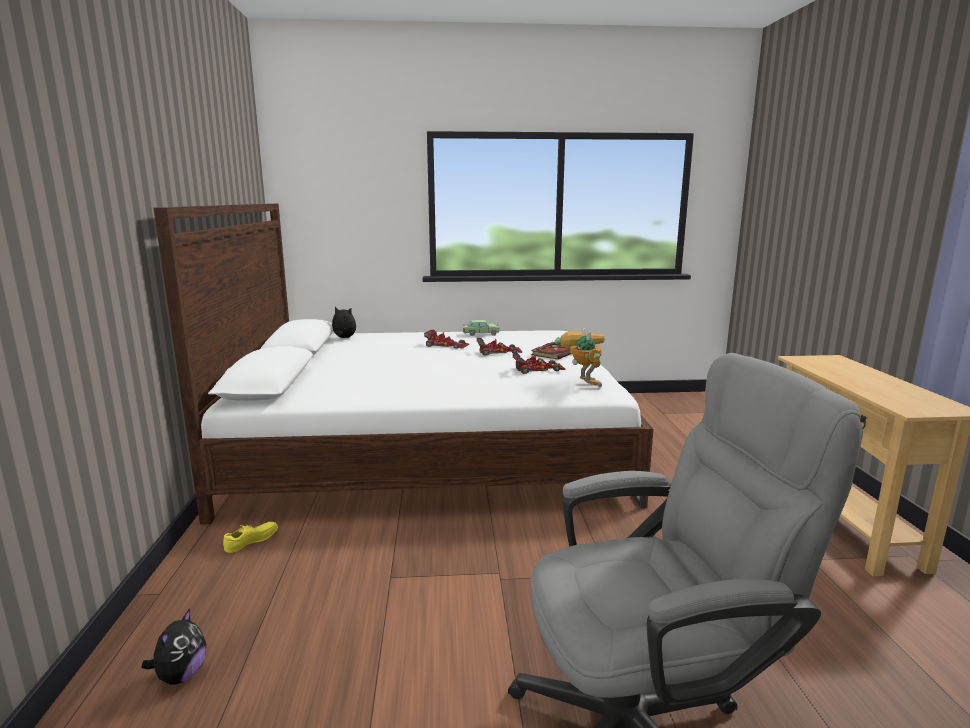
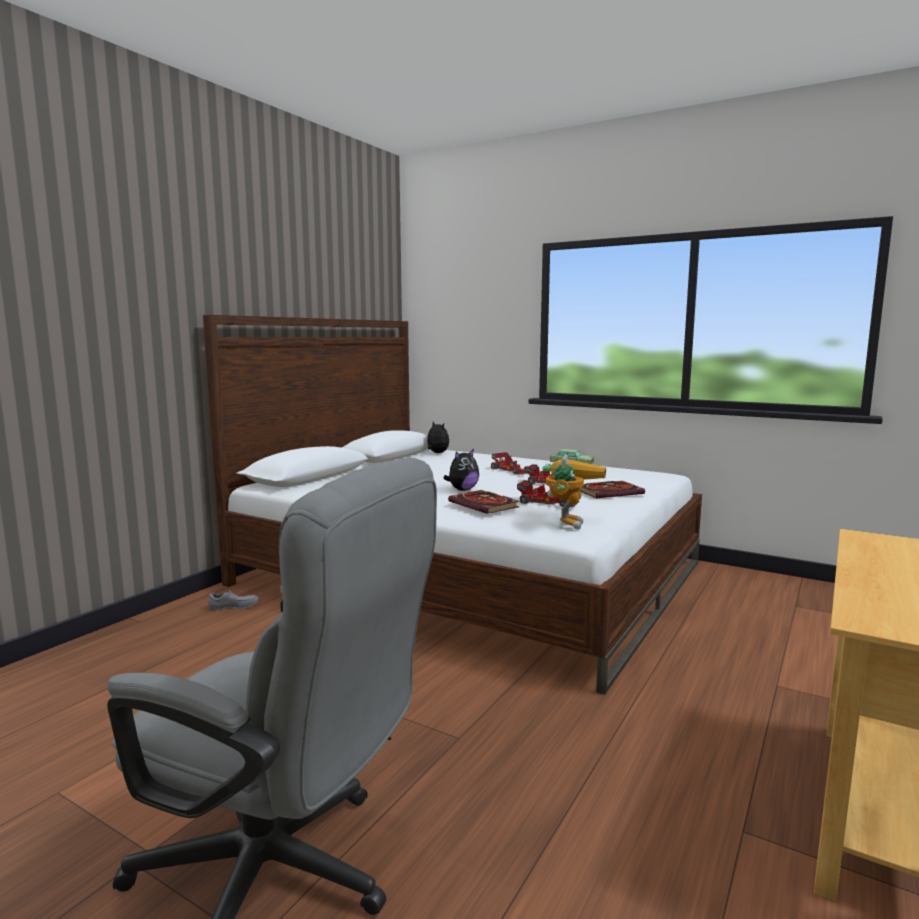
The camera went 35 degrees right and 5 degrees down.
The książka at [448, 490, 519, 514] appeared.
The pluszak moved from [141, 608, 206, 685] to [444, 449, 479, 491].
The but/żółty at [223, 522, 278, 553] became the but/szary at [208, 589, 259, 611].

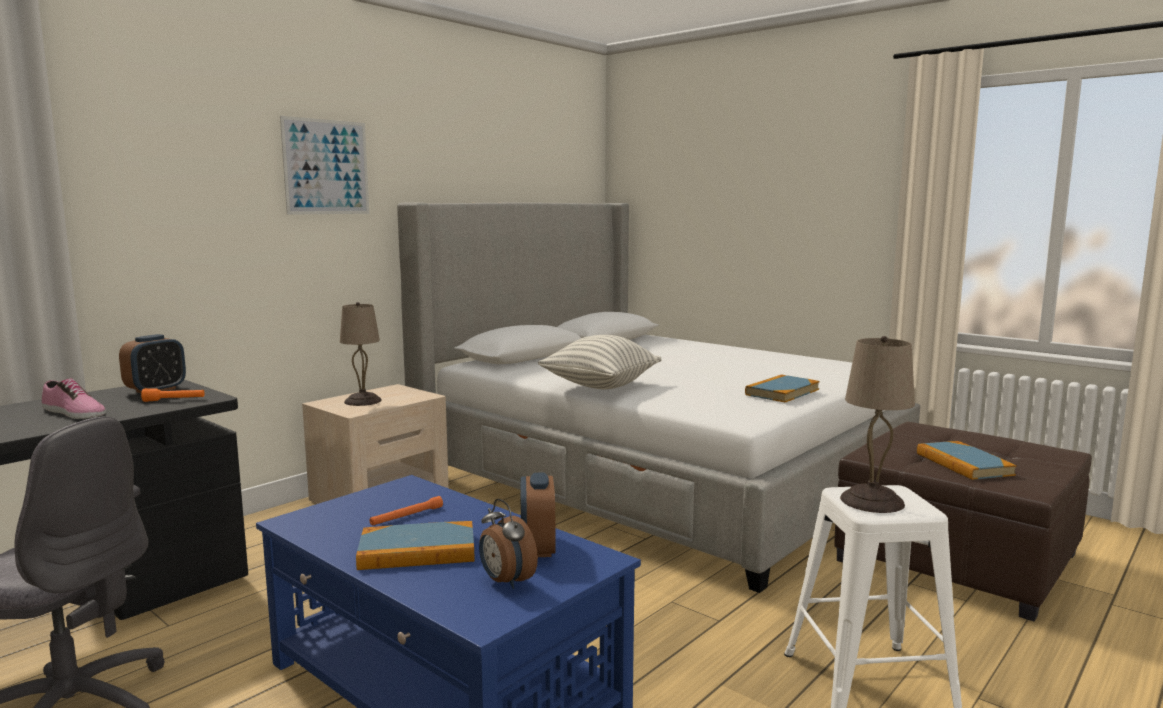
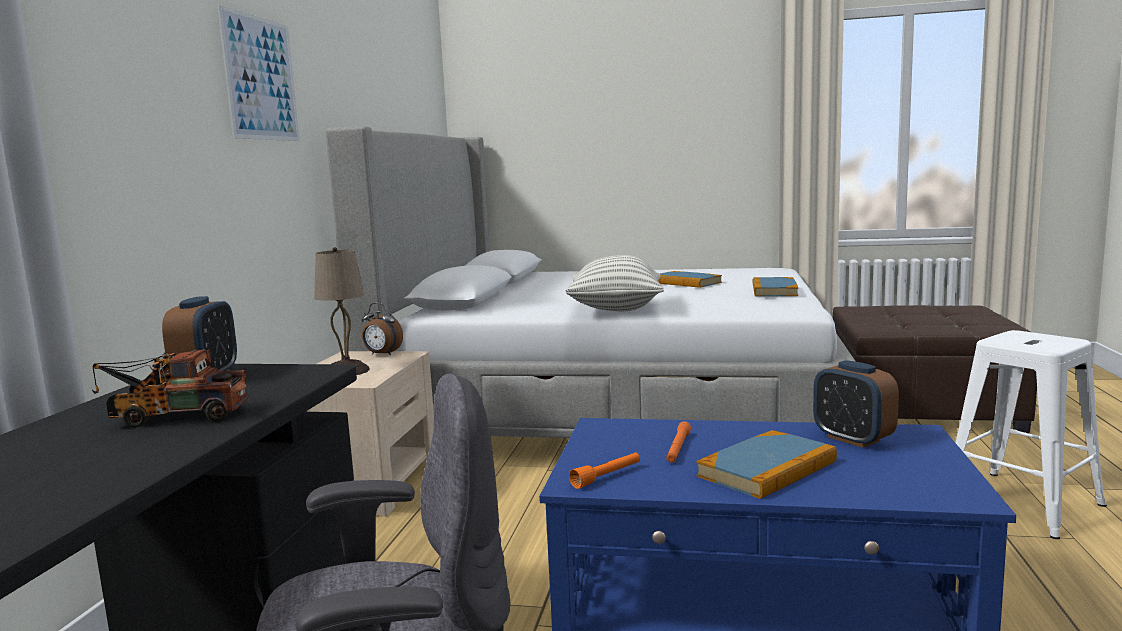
The camera went 30 degrees left and 0 degrees up.
The lampa stołowa/beżowy at [840, 336, 915, 513] disappeared.
The latarka/pomarańczowy moved from [141, 388, 205, 402] to [569, 452, 640, 489].
The budzik moved from [479, 499, 538, 589] to [362, 303, 403, 355].
The książka moved from [917, 441, 1017, 480] to [658, 271, 722, 288].
The but at [41, 378, 106, 419] was replaced by the ciężarówka zabawkowa at [92, 349, 249, 428].

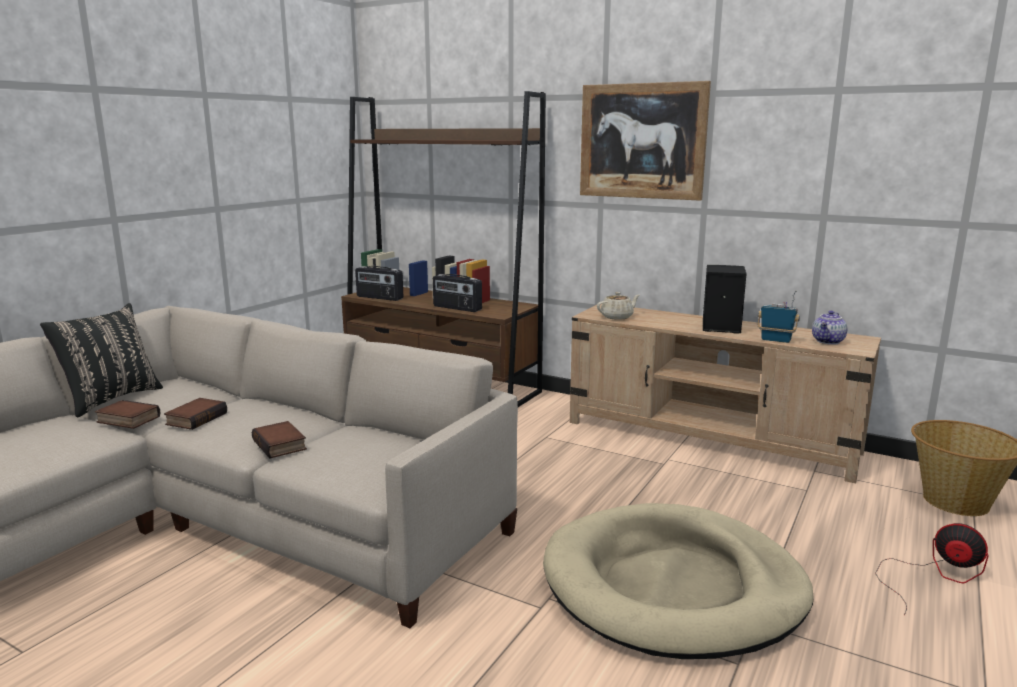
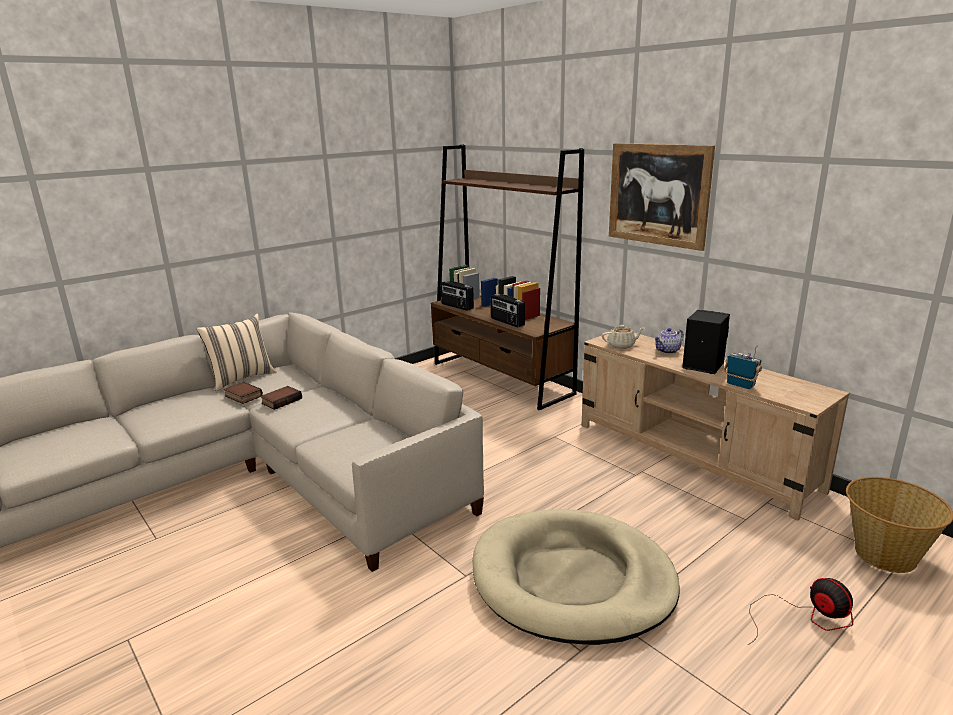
The camera went 20 degrees right and 5 degrees up.
The książka at [252, 421, 307, 459] disappeared.
The imbryk moved from [812, 311, 847, 345] to [654, 328, 684, 354].
The poduszka/czarny at [40, 303, 163, 418] became the poduszka/beżowy at [196, 314, 276, 391].

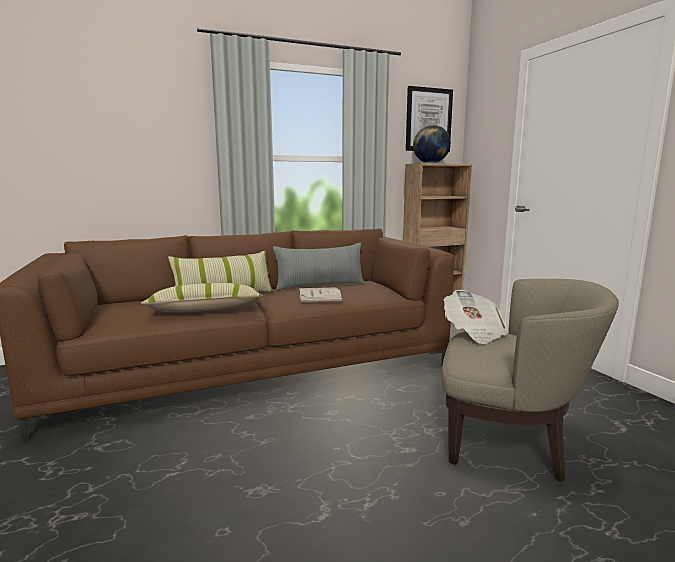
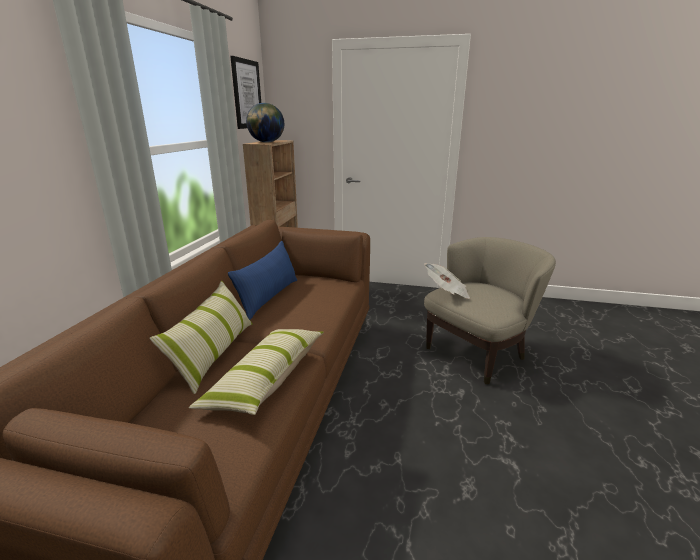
The camera went 55 degrees left and 10 degrees up.
The książka/biały at [299, 287, 343, 303] disappeared.
The poduszka/szary at [273, 243, 365, 290] became the poduszka/niebieski at [228, 241, 297, 320].

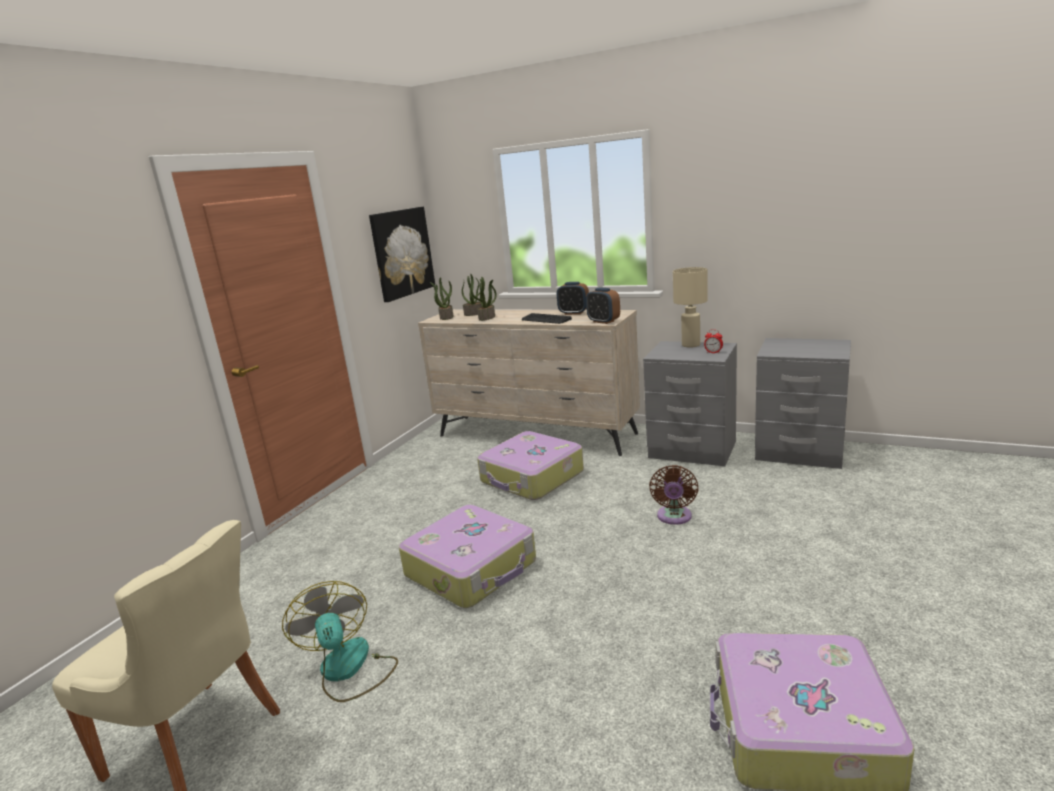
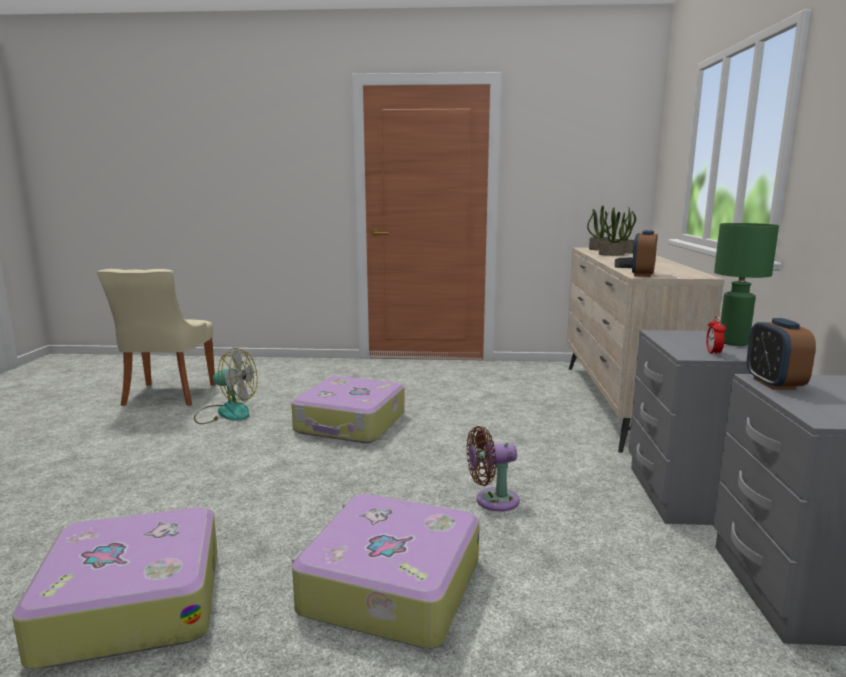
The camera went 65 degrees right and 5 degrees down.
The obraz at [369, 207, 435, 302] disappeared.
The walizka moved from [477, 431, 584, 500] to [292, 494, 479, 649].
The budzik moved from [557, 282, 589, 315] to [747, 318, 816, 390].
The lampa stołowa/beżowy at [673, 267, 708, 347] became the lampa stołowa/zielony at [714, 223, 779, 346].
The wentylator at [282, 581, 398, 702] turned 60 degrees clockwise.

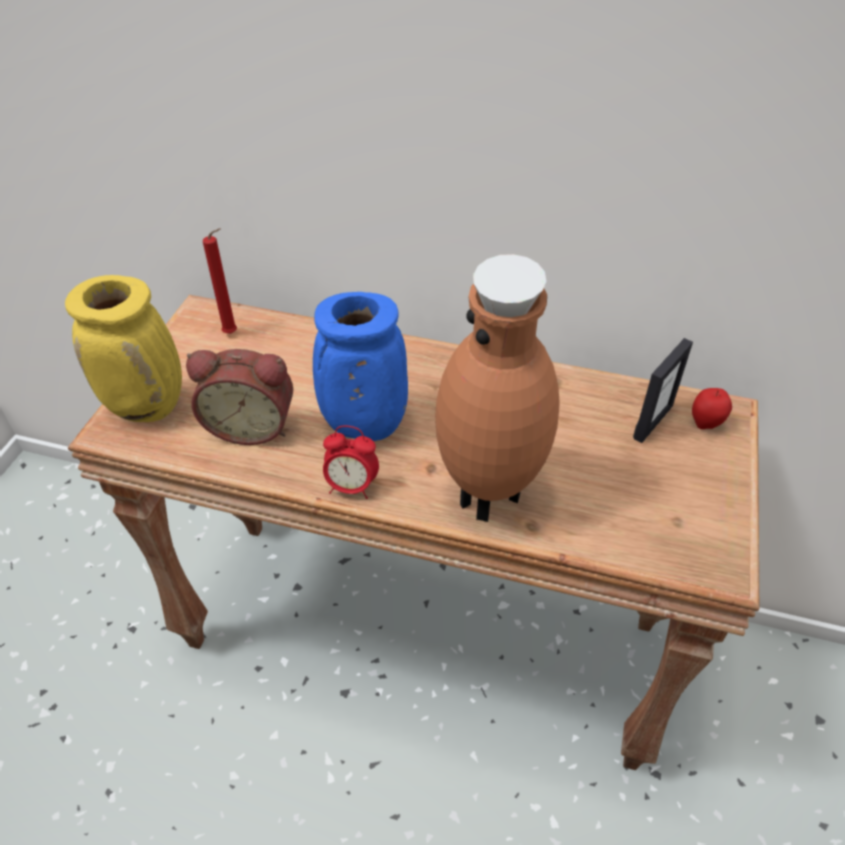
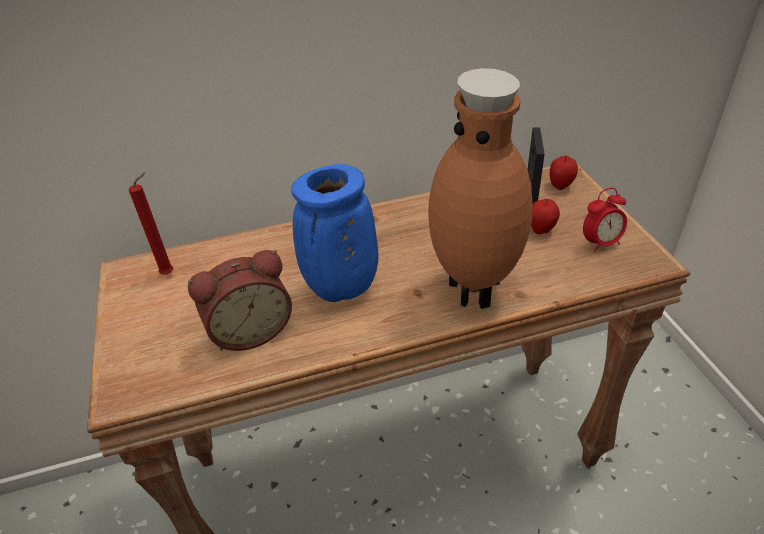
The camera went 30 degrees left and 5 degrees down.
The wazon/żółty at [65, 275, 182, 422] disappeared.
The jabłko at [531, 199, 560, 234] appeared.
The budzik moved from [323, 426, 379, 499] to [583, 188, 627, 253].

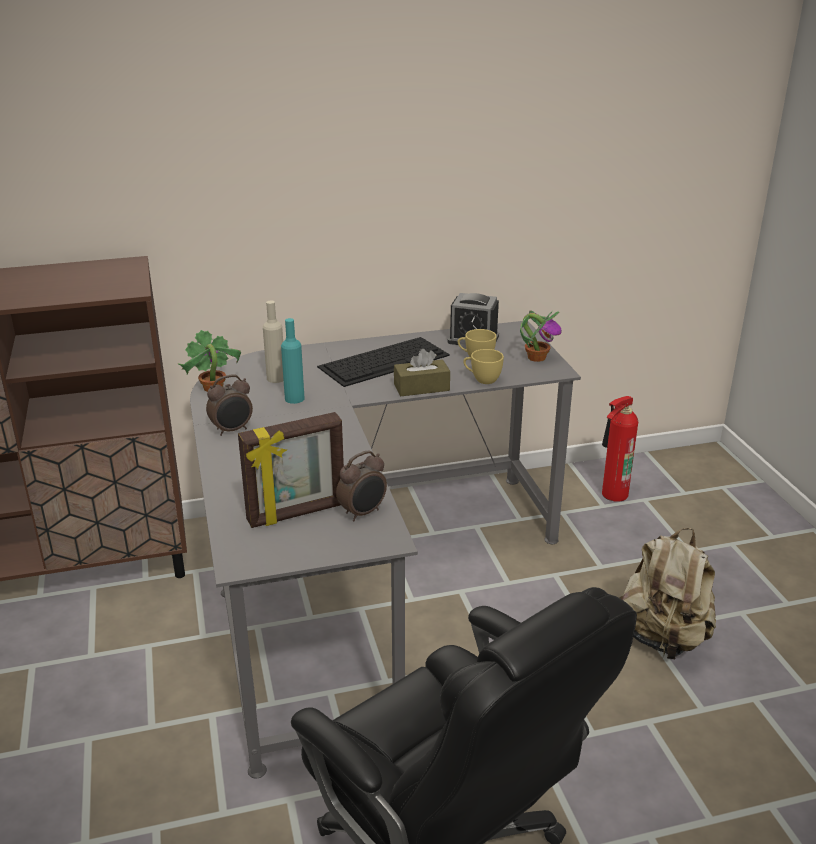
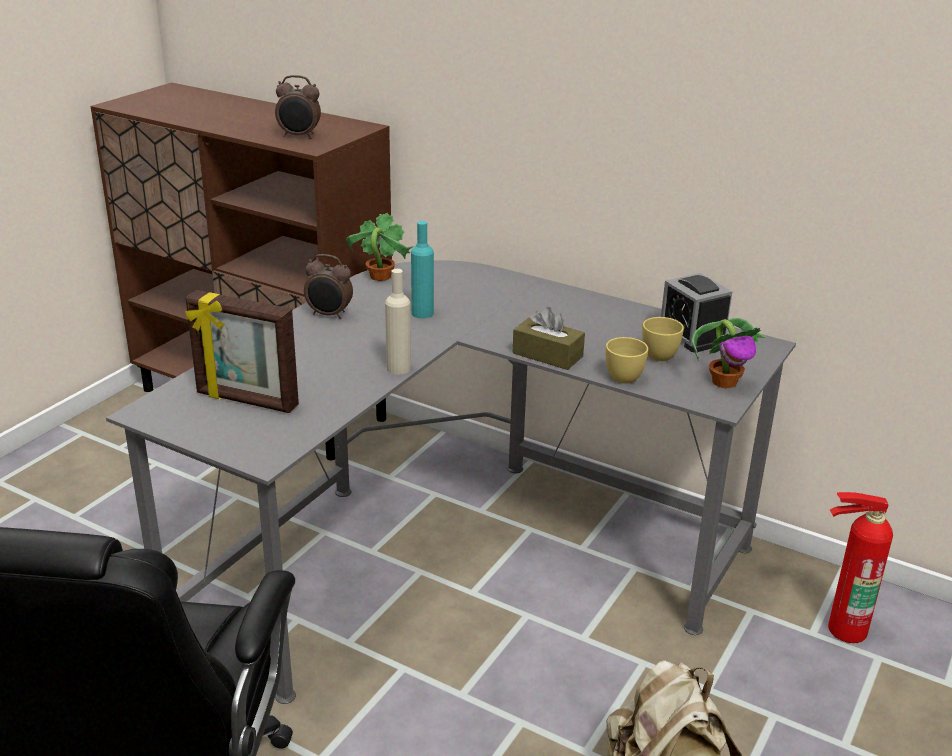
The camera went 45 degrees right and 0 degrees up.
The klawiatura at [317, 337, 450, 387] disappeared.
The butelka/beżowy moved from [263, 300, 284, 383] to [385, 269, 411, 375].
The budzik moved from [336, 450, 387, 521] to [275, 75, 321, 139].

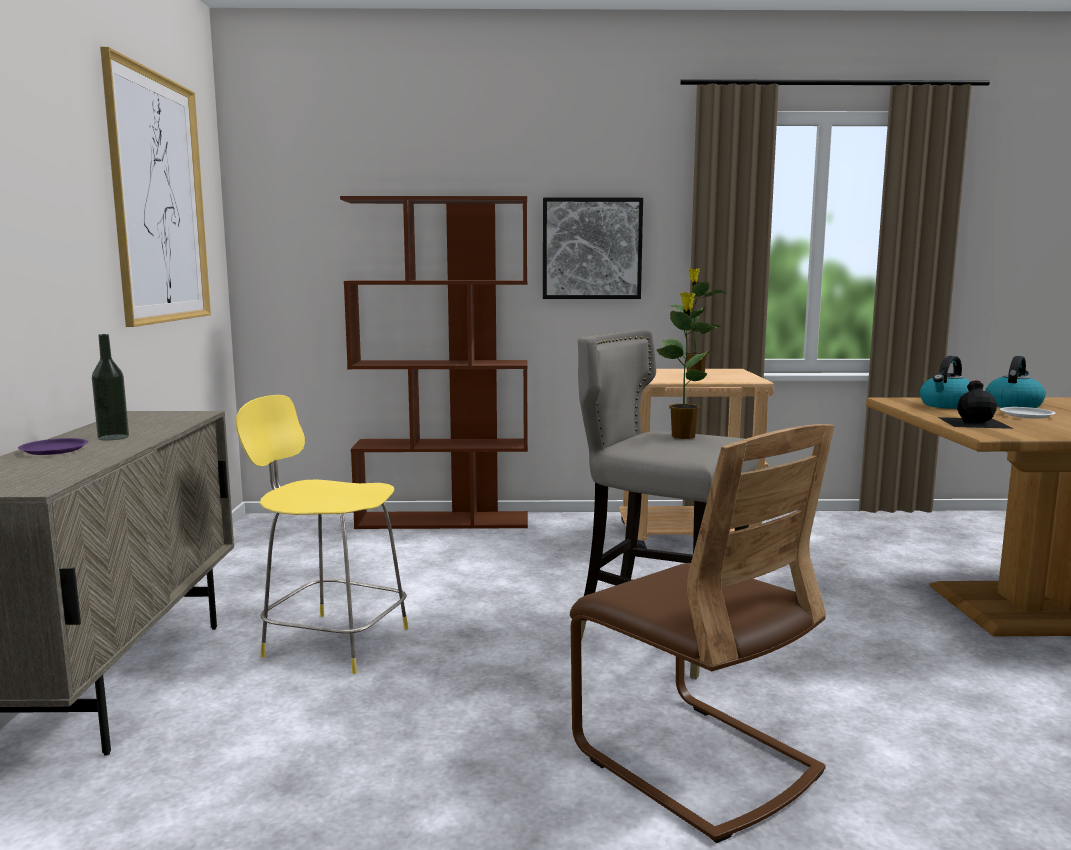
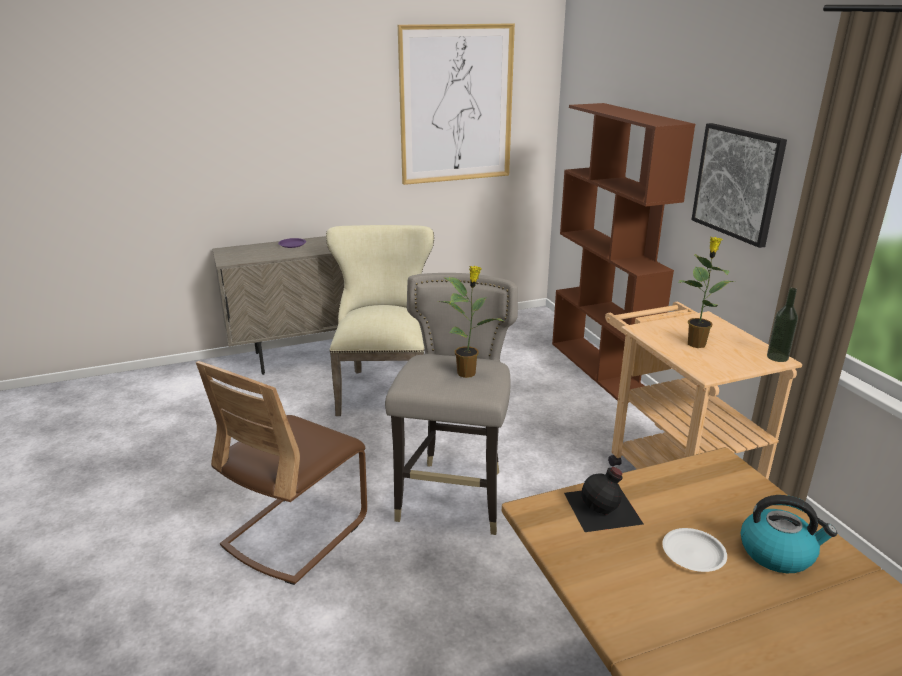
The camera went 70 degrees right and 15 degrees up.
The czajnik at [920, 356, 971, 409] disappeared.
The butelka moved from [92, 334, 129, 440] to [767, 288, 798, 362].
The stołek/żółty at [236, 395, 408, 674] was replaced by the krzesło/beżowy at [326, 225, 434, 416].

